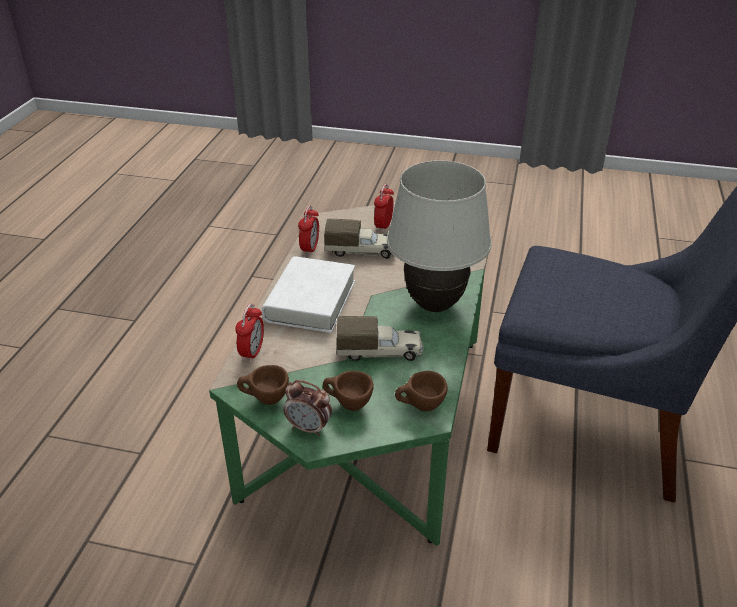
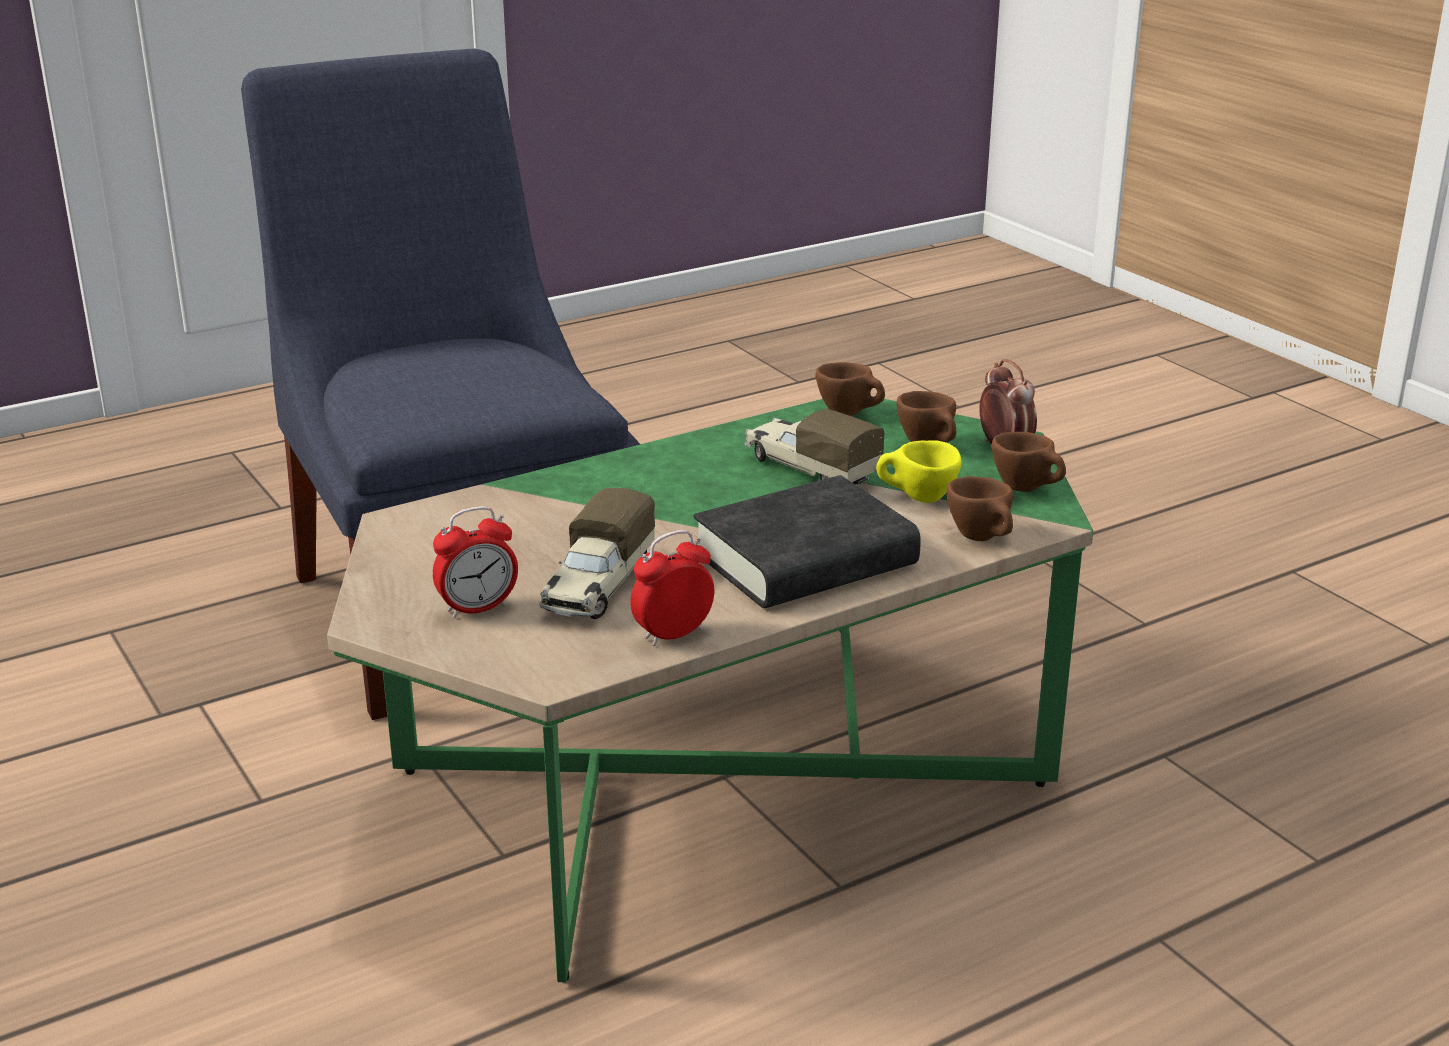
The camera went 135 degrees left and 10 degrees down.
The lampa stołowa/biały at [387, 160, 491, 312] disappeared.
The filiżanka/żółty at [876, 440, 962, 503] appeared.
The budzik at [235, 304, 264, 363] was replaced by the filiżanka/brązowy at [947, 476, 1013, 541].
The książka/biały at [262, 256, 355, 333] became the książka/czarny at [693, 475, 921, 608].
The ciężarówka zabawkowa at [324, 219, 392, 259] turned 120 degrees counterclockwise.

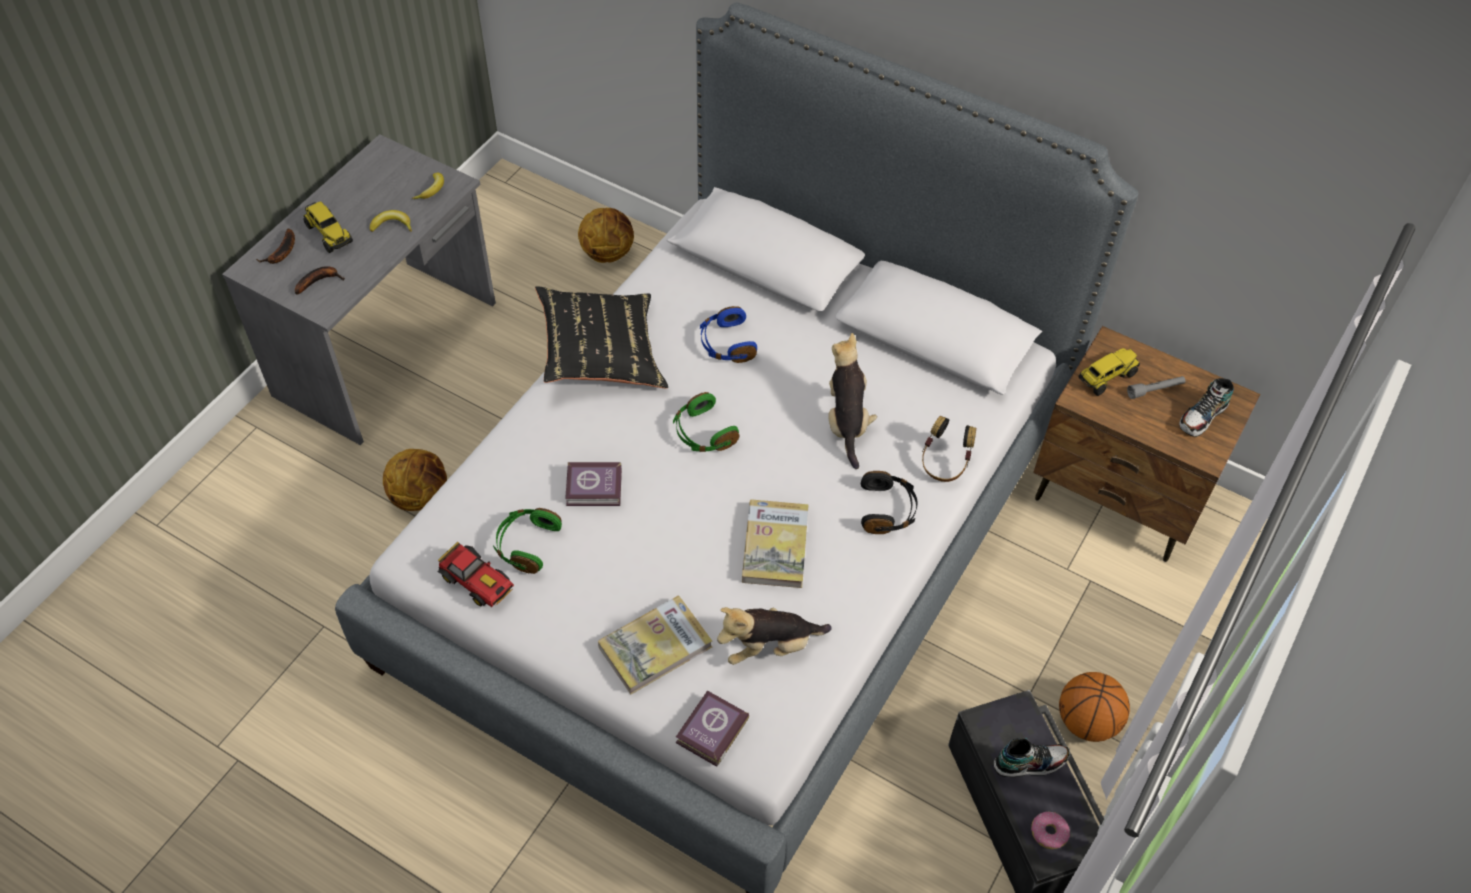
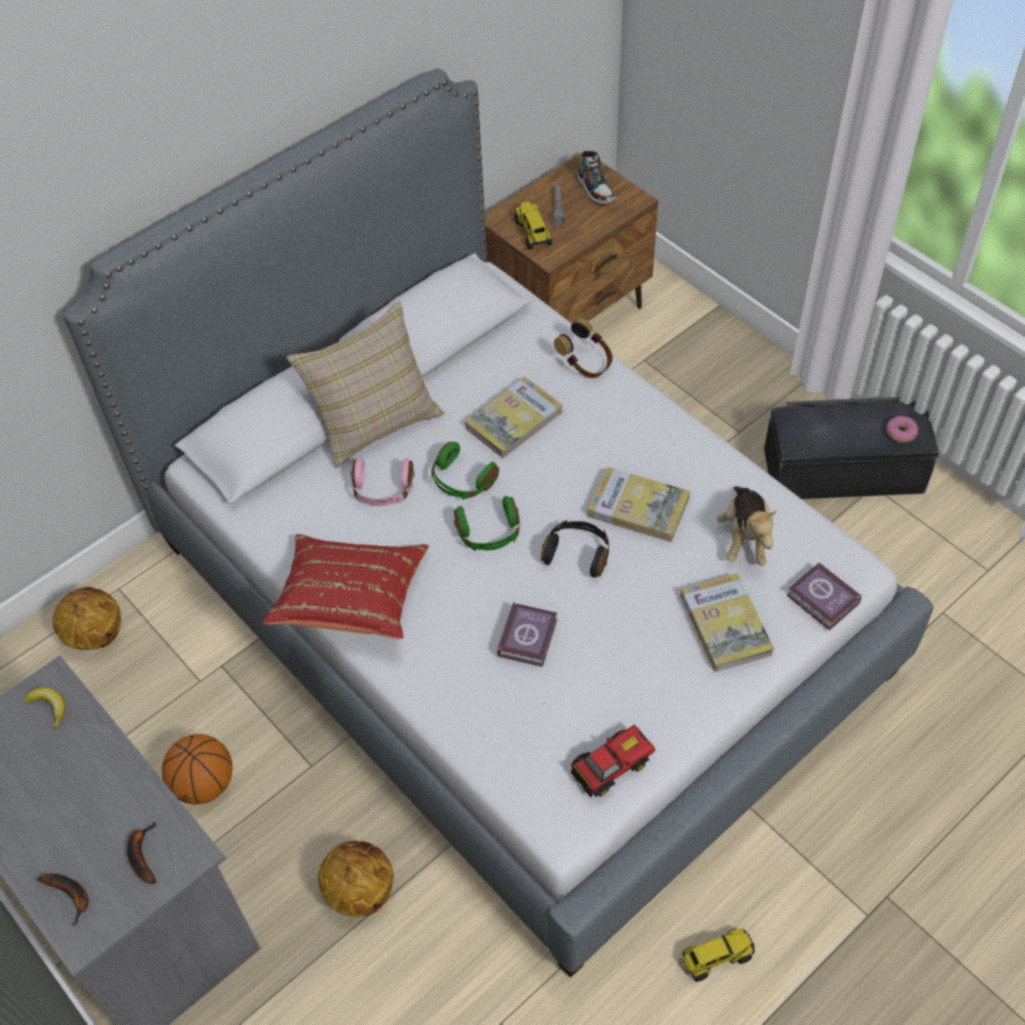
The camera went 70 degrees left and 0 degrees up.
The banan at [370, 210, 412, 232] disappeared.
The but at [993, 738, 1070, 777] disappeared.
The poduszka/beżowy at [286, 301, 444, 468] appeared.
The ciężarówka zabawkowa moved from [303, 201, 353, 253] to [679, 928, 755, 982].
The słuchawki/zielony moved from [493, 508, 562, 574] to [431, 441, 499, 500].
The słuchawki/czarny moved from [861, 471, 917, 534] to [541, 520, 609, 577].
The piłka do koszykówki moved from [1059, 672, 1130, 742] to [162, 734, 232, 805].
The pluszak at [829, 333, 877, 469] was replaced by the książka at [465, 376, 563, 458].
The poduszka/czarny at [535, 286, 668, 389] became the poduszka/czerwony at [263, 534, 429, 639].
The słuchawki/niebieski at [700, 306, 757, 363] became the słuchawki/różowy at [351, 458, 415, 506].

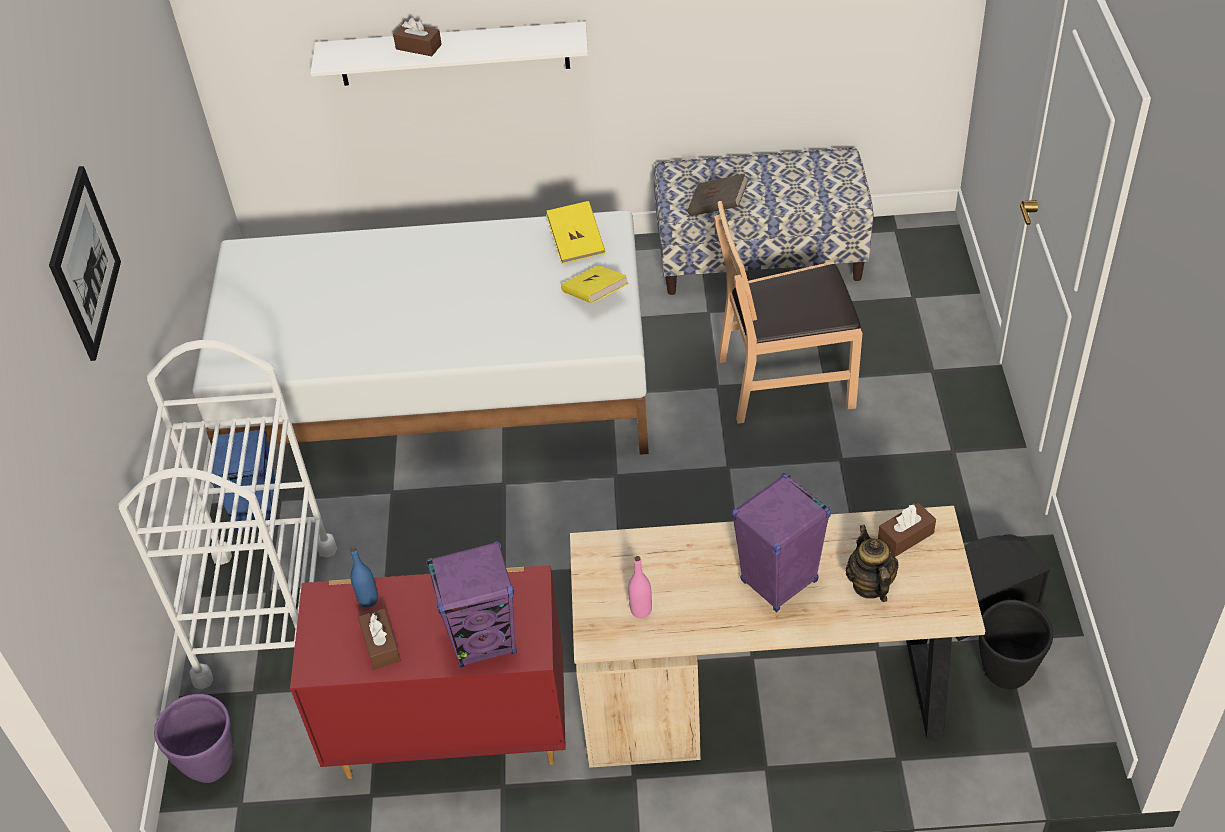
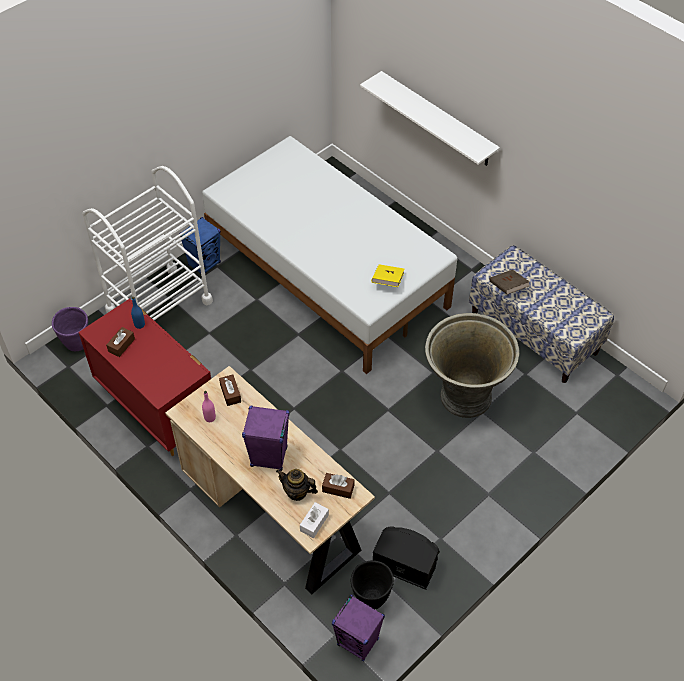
The camera went 45 degrees right and 5 degrees up.
The obraz at [49, 166, 121, 361] disappeared.
The książka/żółty at [546, 201, 605, 264] disappeared.
The pudełko chusteczek/biały at [300, 502, 329, 538] appeared.
The pudełko chusteczek/brązowy moved from [393, 17, 442, 56] to [219, 375, 241, 406].
The głośnik/fioletowy moved from [426, 541, 517, 668] to [332, 594, 385, 662].
The krzesło/brązowy at [714, 201, 862, 424] was replaced by the donica/szary at [425, 313, 519, 418].
The imbryk at [846, 525, 899, 602] turned 105 degrees counterclockwise.

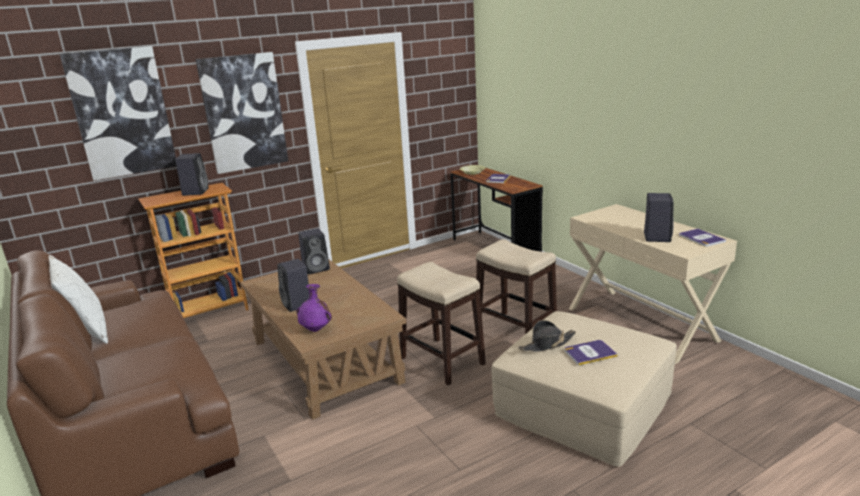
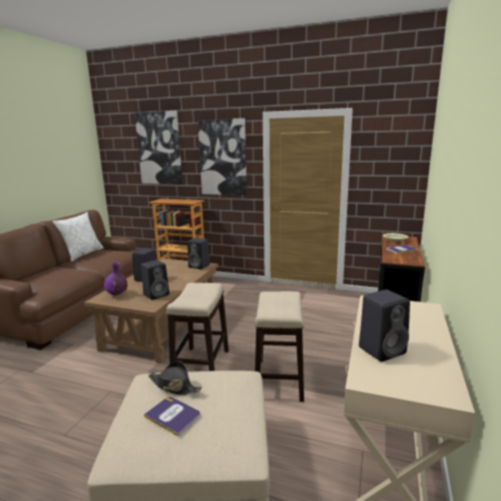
The camera went 50 degrees right and 5 degrees down.
The książka at [679, 229, 726, 247] disappeared.
The głośnik/czarny moved from [175, 153, 209, 196] to [141, 260, 169, 300].

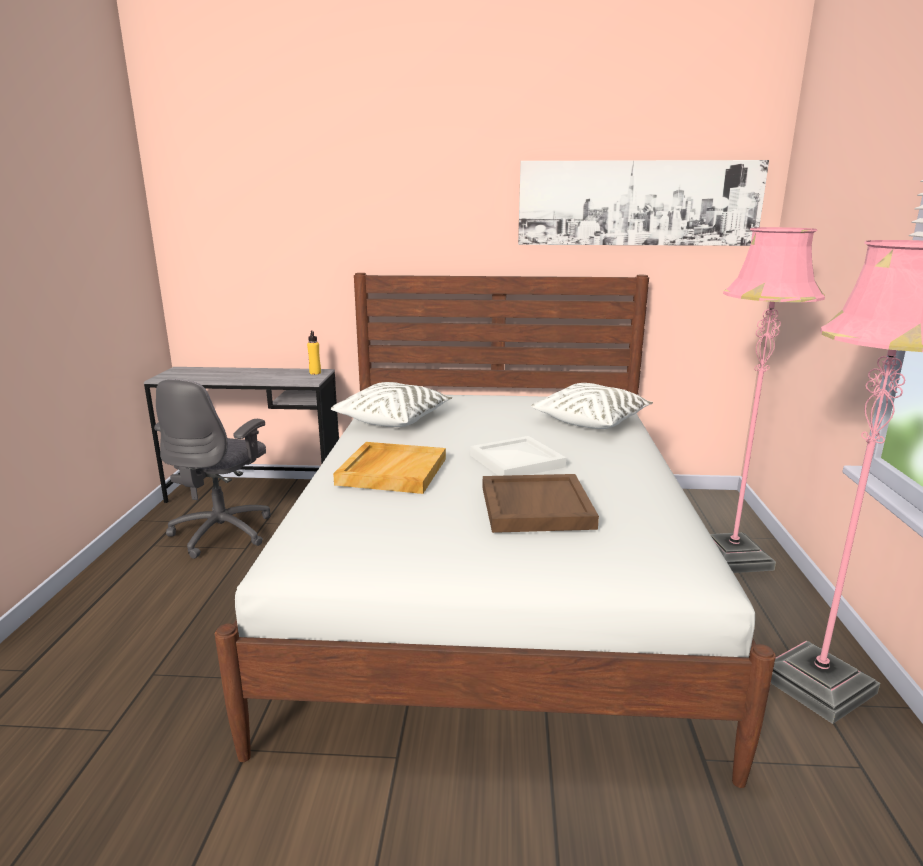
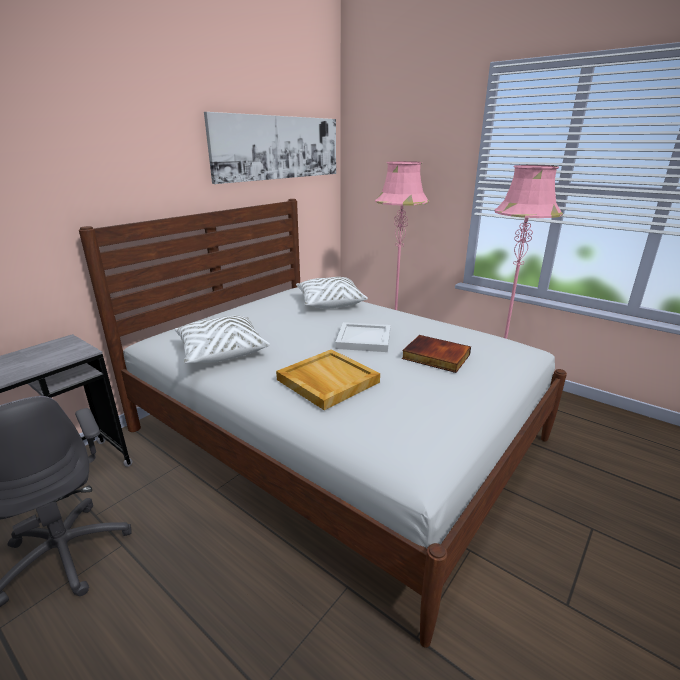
The camera went 55 degrees left and 5 degrees up.
The butelka/żółty at [307, 331, 321, 375] disappeared.
The taca/brązowy at [483, 474, 599, 533] was replaced by the książka at [402, 335, 471, 373].

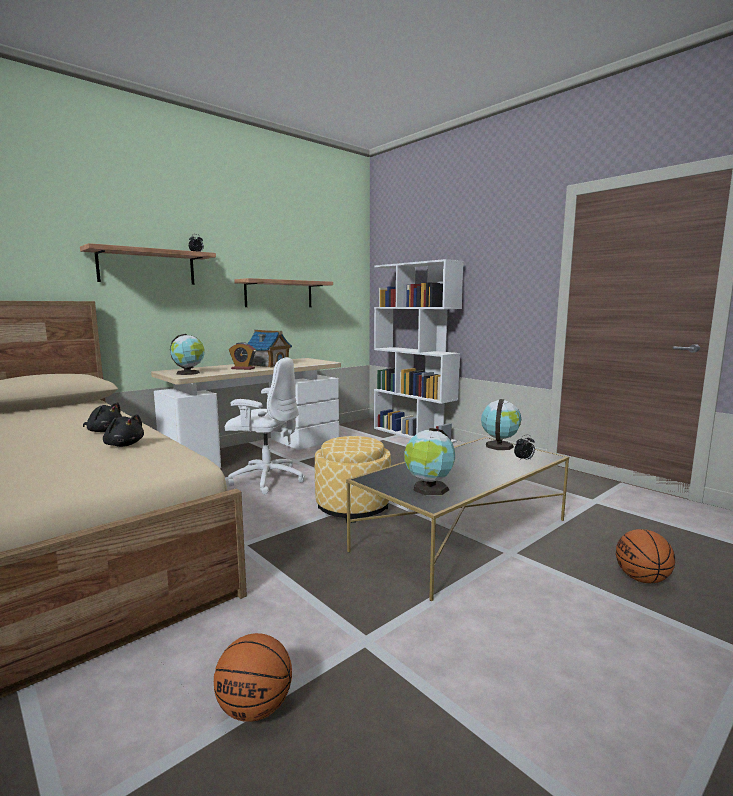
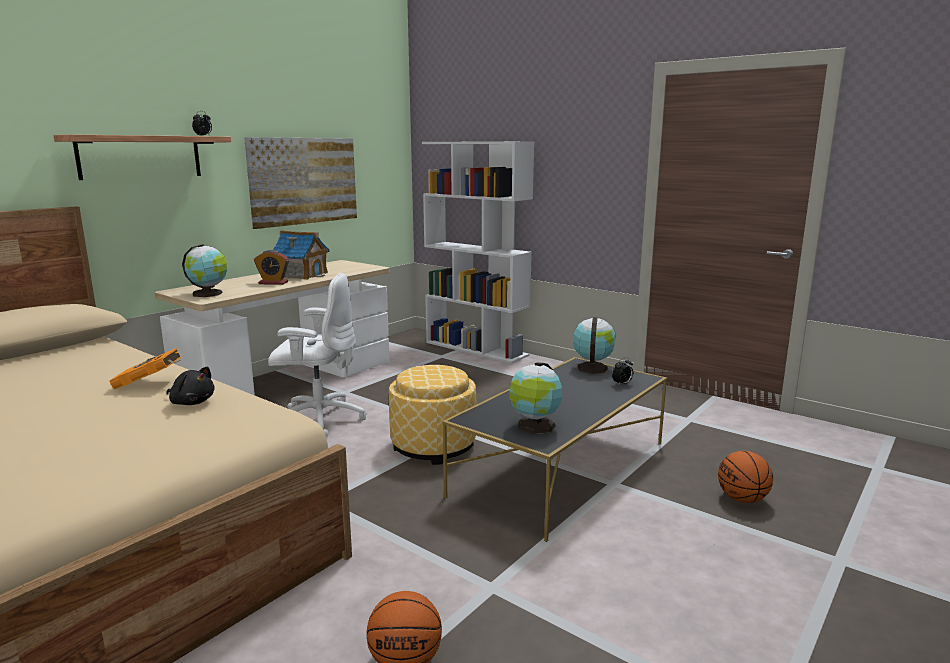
The camera went 10 degrees left and 5 degrees up.
The pluszak/czarny at [83, 403, 122, 432] was replaced by the książka/pomarańczowy at [110, 348, 181, 390].
The półka at [234, 278, 333, 307] was replaced by the obraz at [244, 137, 357, 229].

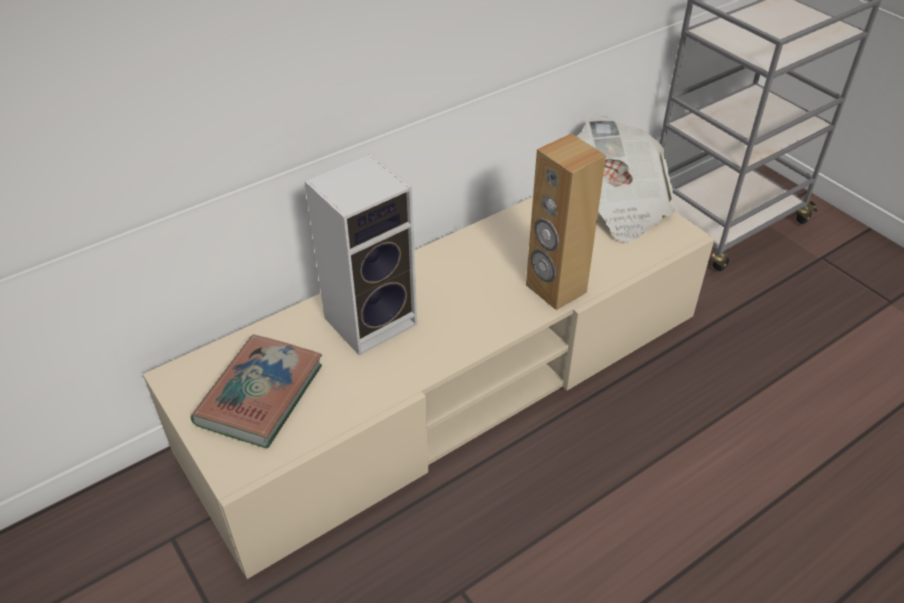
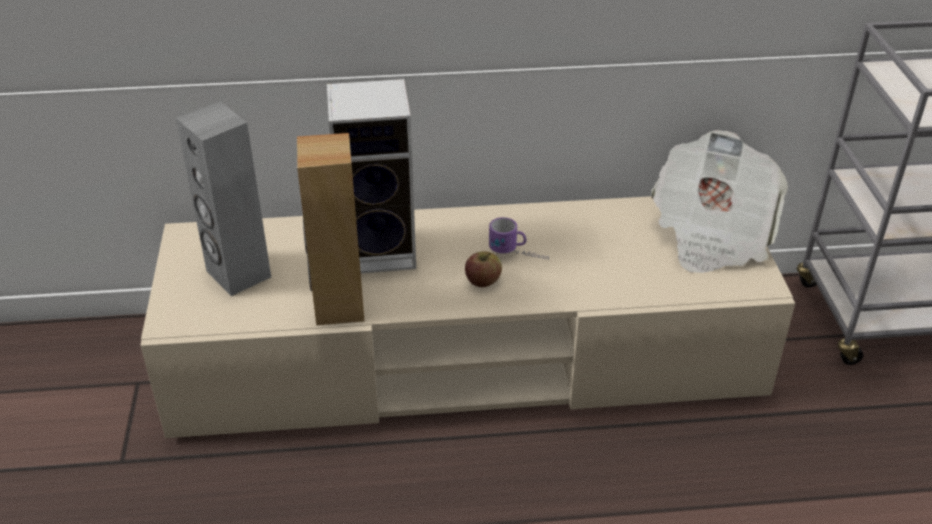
The camera went 30 degrees right and 5 degrees down.
The jabłko at [465, 251, 502, 287] appeared.
The kubek at [489, 217, 549, 260] appeared.
The głośnik/brązowy moved from [526, 133, 606, 310] to [297, 133, 364, 326].
The książka at [191, 334, 322, 448] was replaced by the głośnik/szary at [176, 101, 271, 296].

